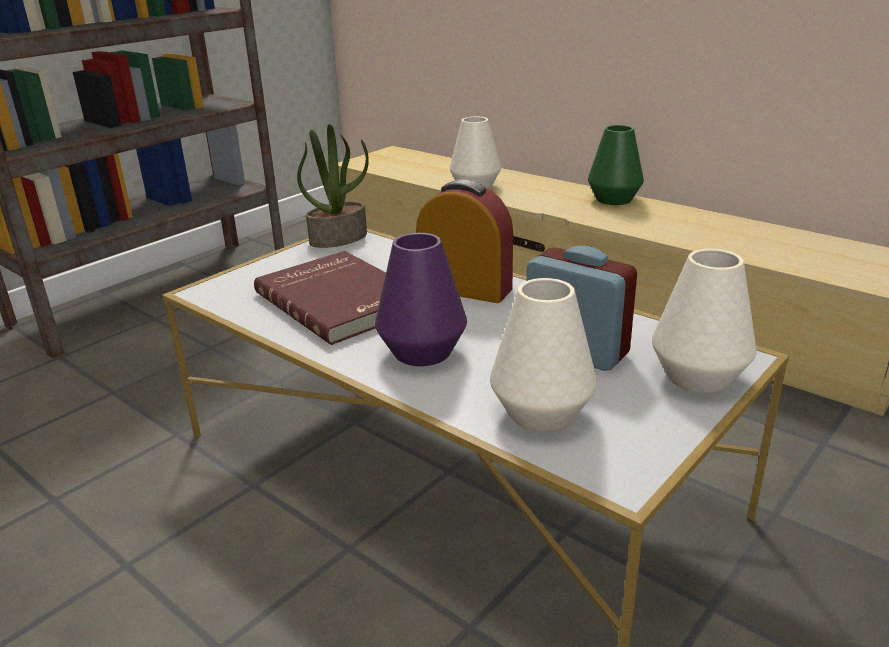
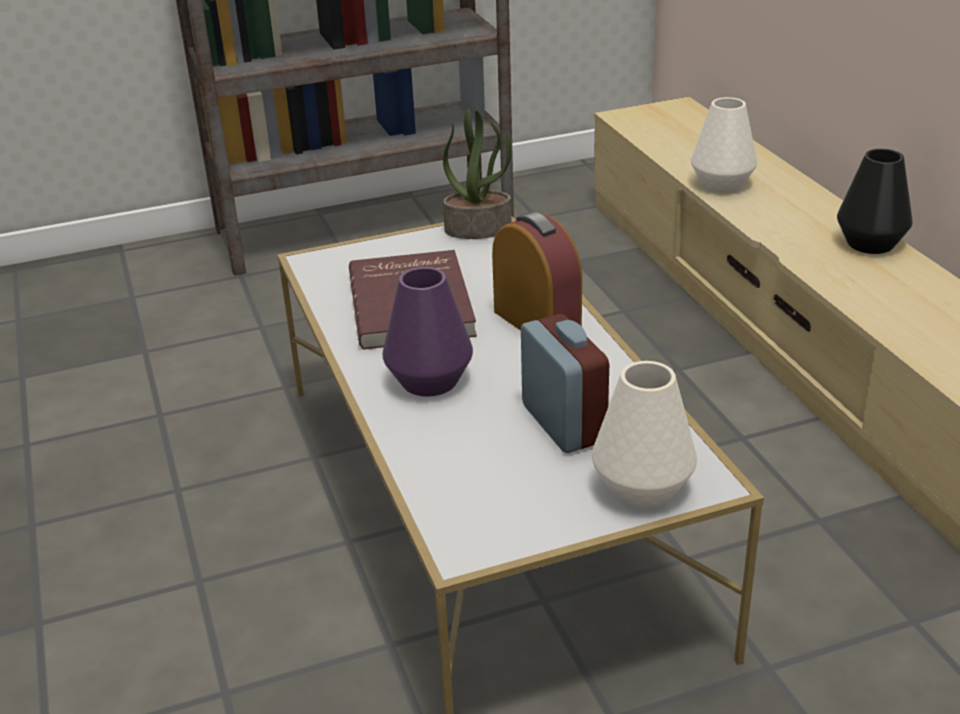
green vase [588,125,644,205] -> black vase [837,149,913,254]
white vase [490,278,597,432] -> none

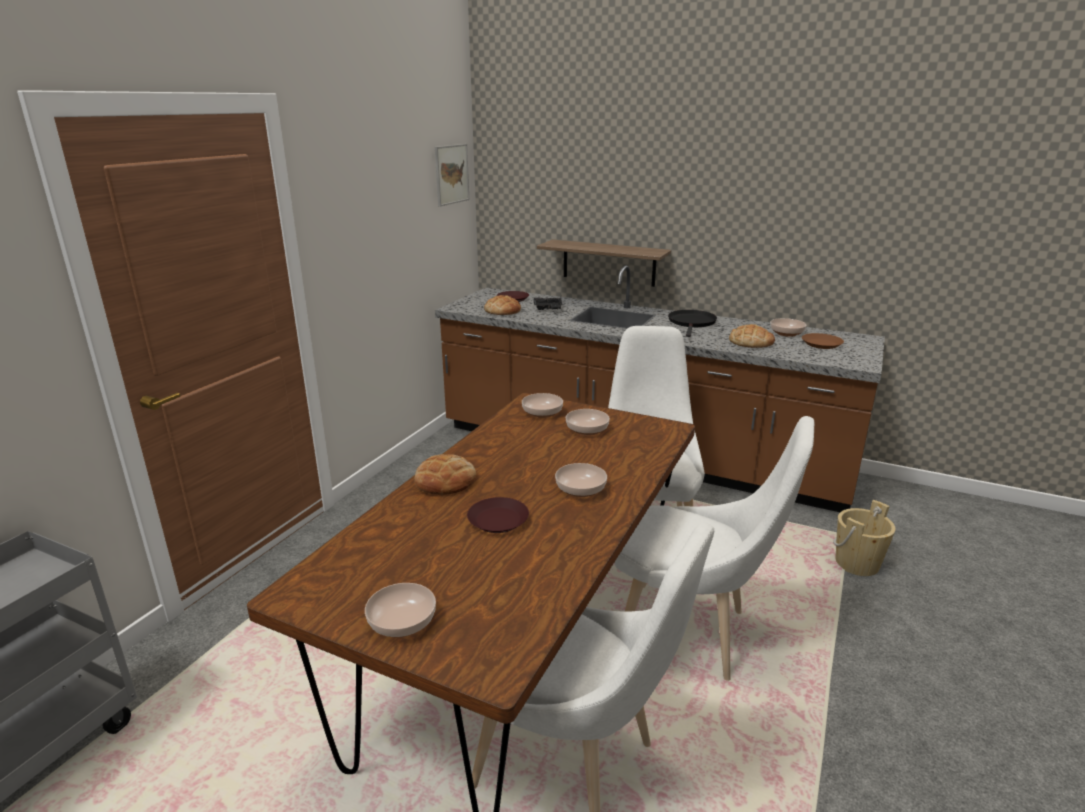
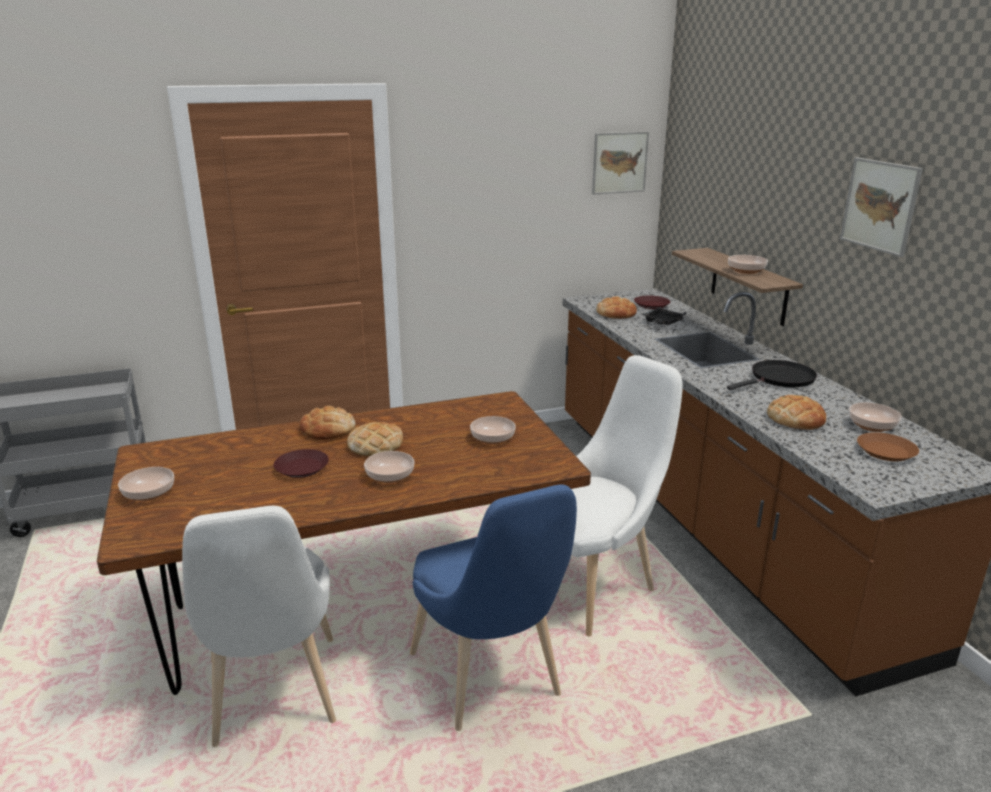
none -> bread [347,422,403,456]
white chair [615,416,814,681] -> blue chair [410,485,577,731]
bowl [522,393,563,418] -> bowl [728,255,768,274], move
none -> picture [840,157,923,257]
beige bucket [833,500,896,576] -> none

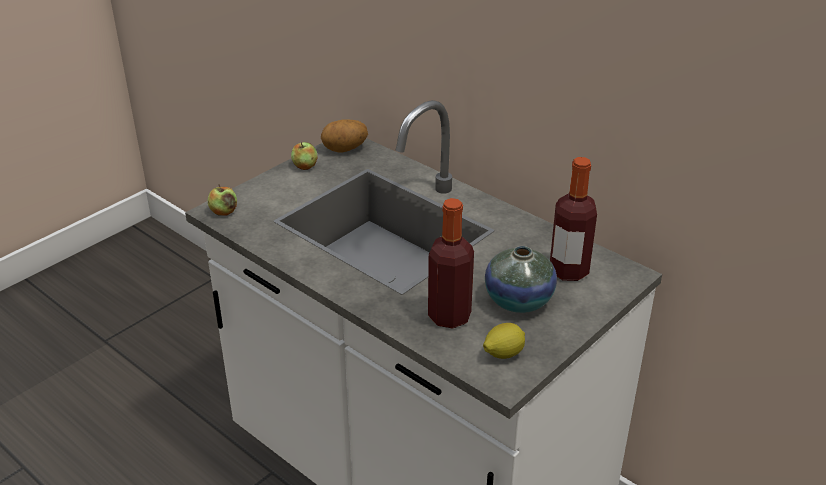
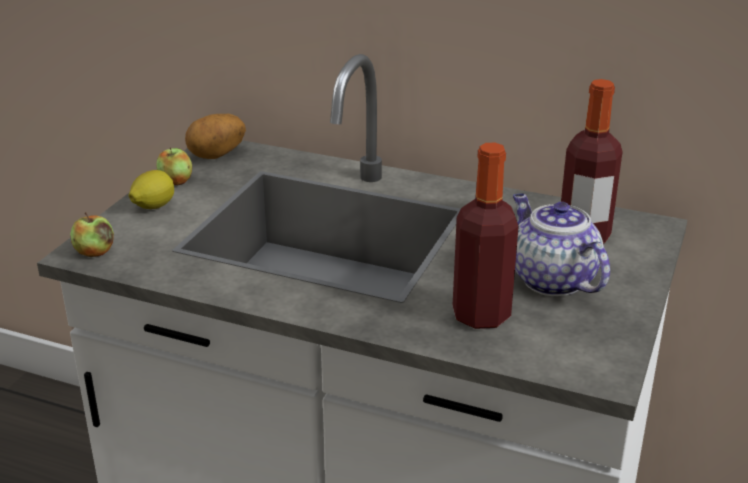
lemon [483,323,525,359] -> lemon [129,170,174,209], move
vase [485,246,557,313] -> teapot [513,193,610,296]

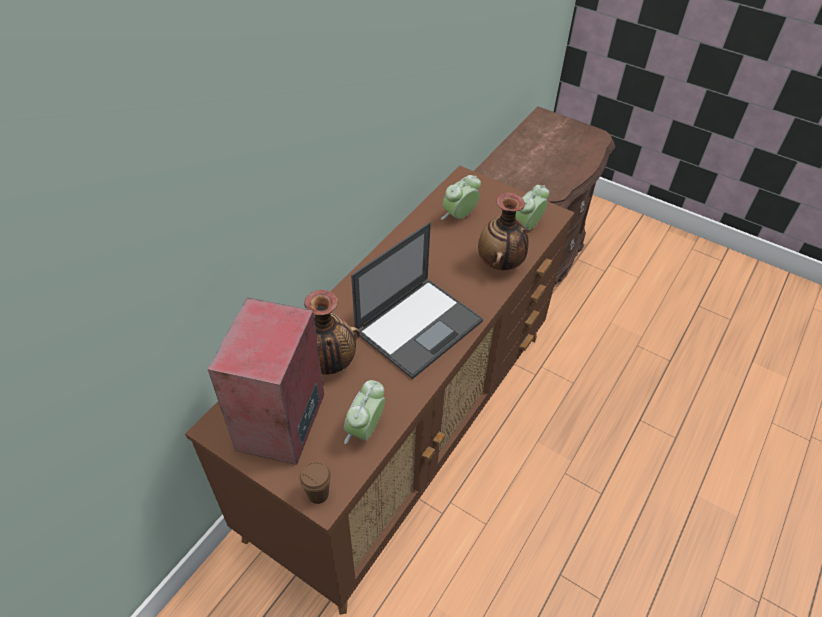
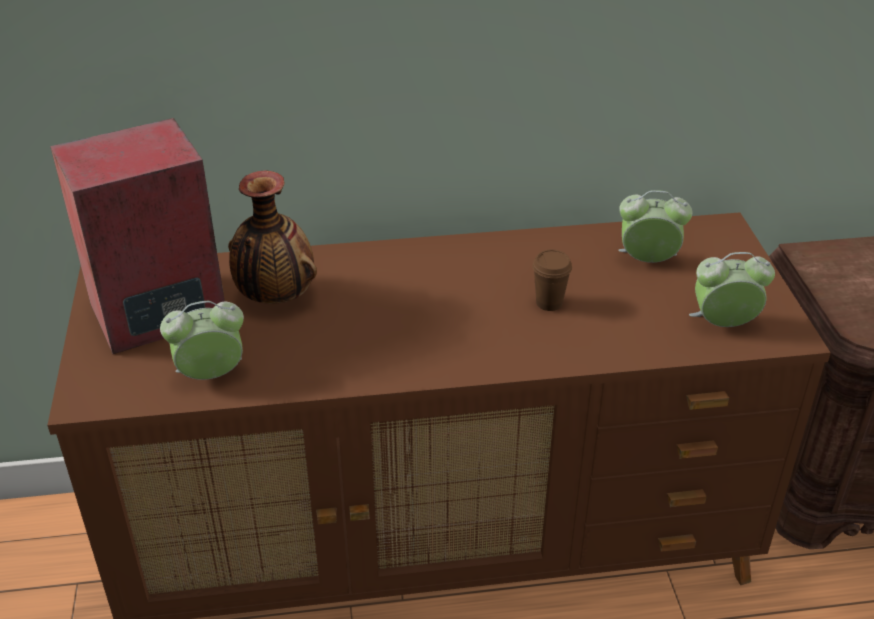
brown cup [299,461,331,504] -> brown cup [532,250,572,311], move
laptop [351,222,483,379] -> none
vase [478,193,528,270] -> none

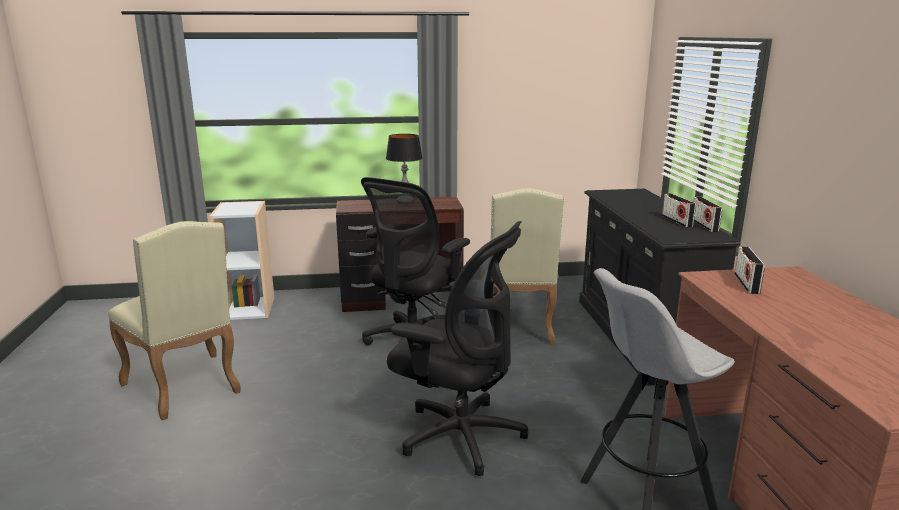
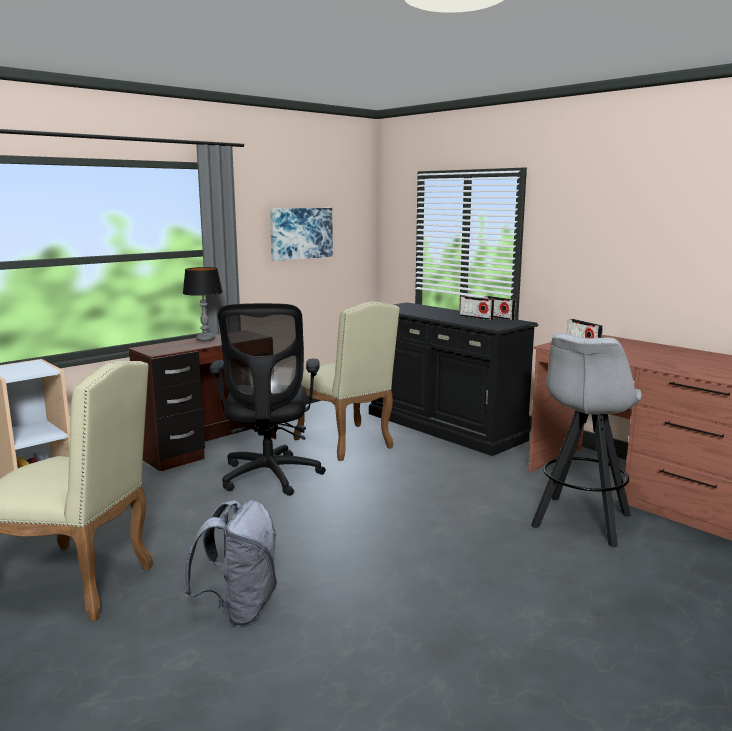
none -> grey backpack [184,500,277,626]
none -> picture [270,208,333,261]
black office chair [387,221,528,476] -> none

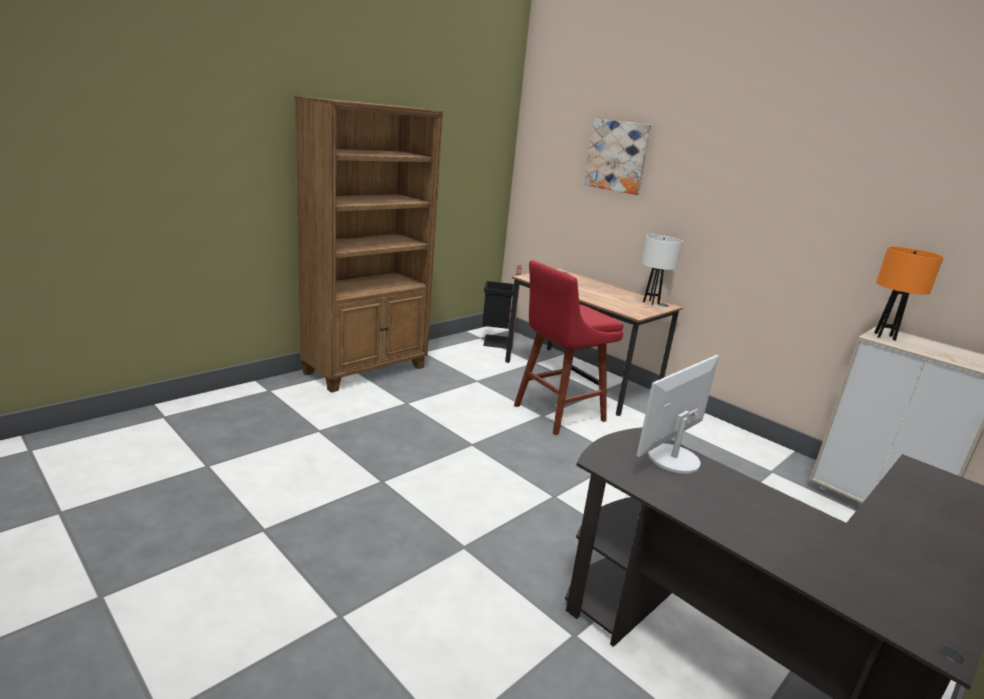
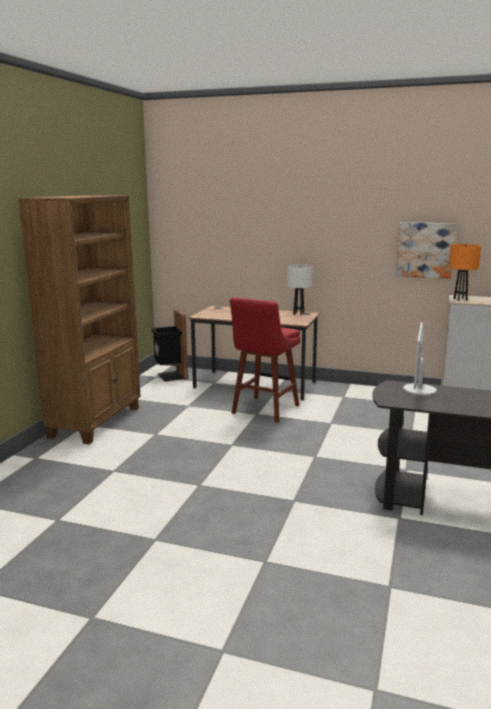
picture [584,119,652,195] -> picture [396,222,456,279], move

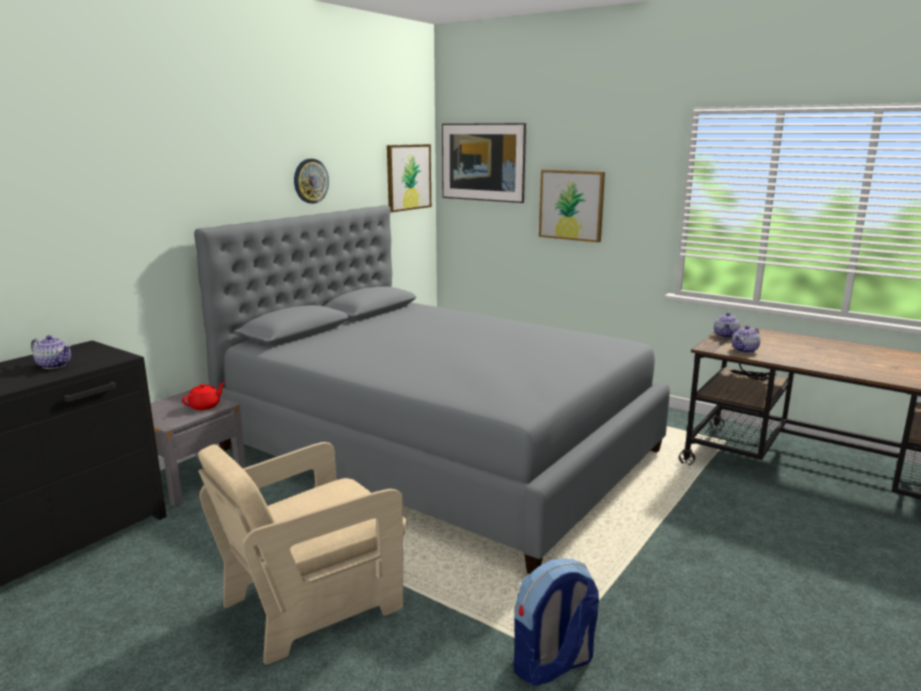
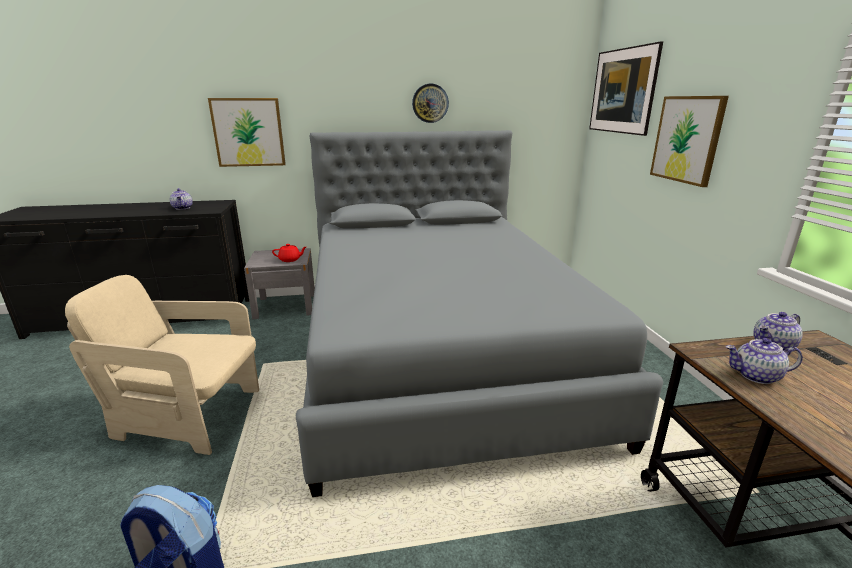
picture [387,144,431,212] -> picture [208,98,286,167], move

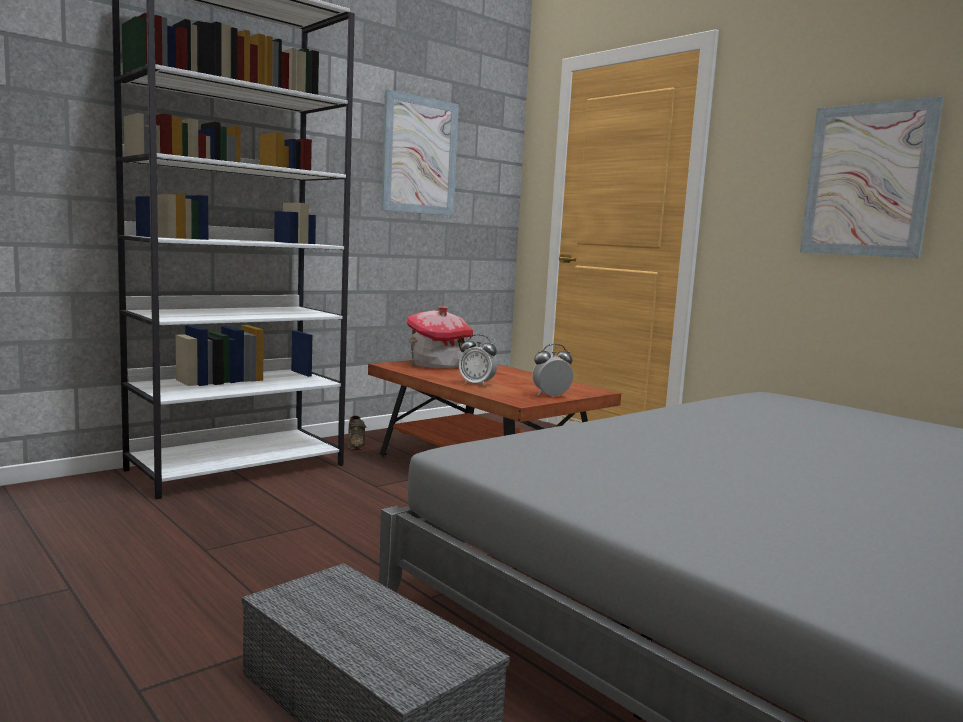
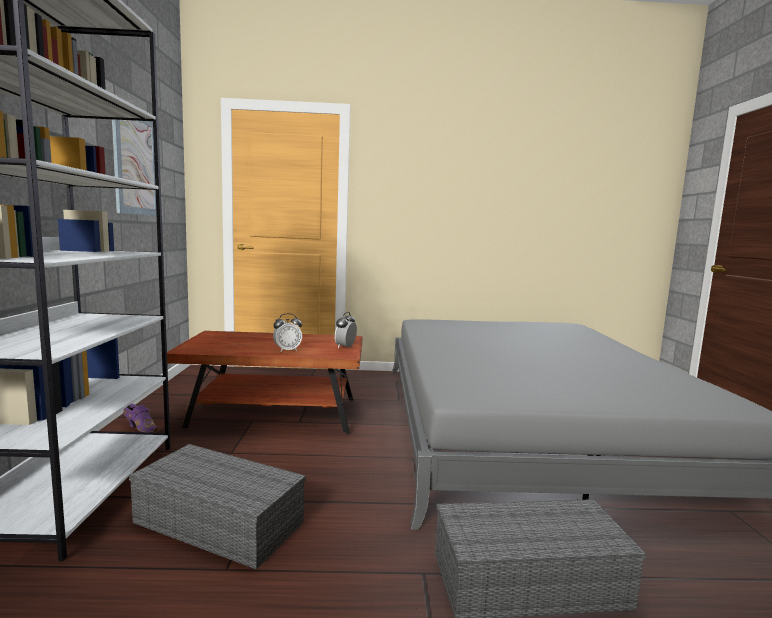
brown shoe [348,415,366,450] -> purple shoe [123,403,158,433]
none -> grey storage box [129,444,306,570]
toy house [406,306,473,368] -> none
picture [800,96,944,258] -> none

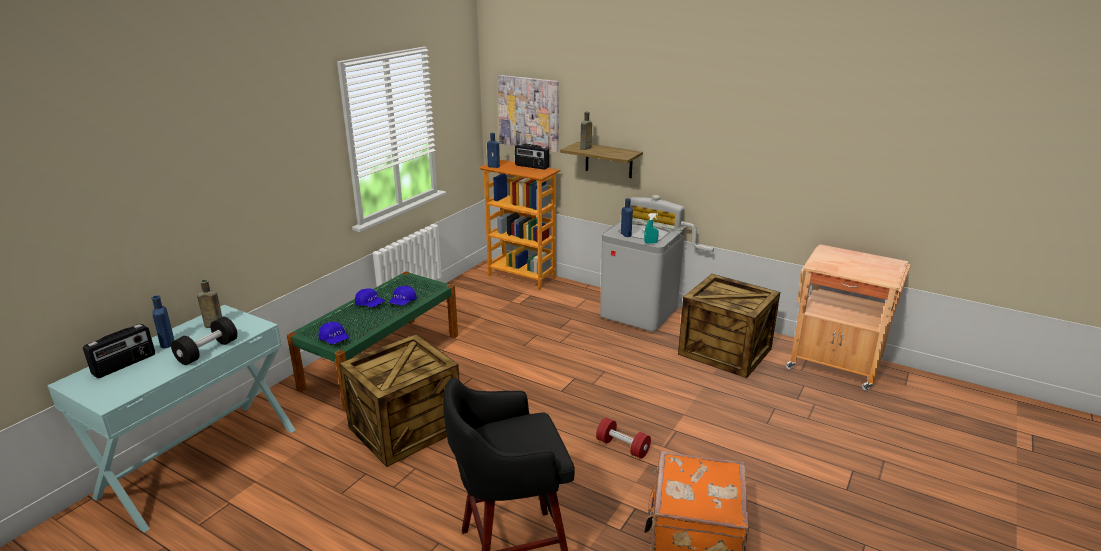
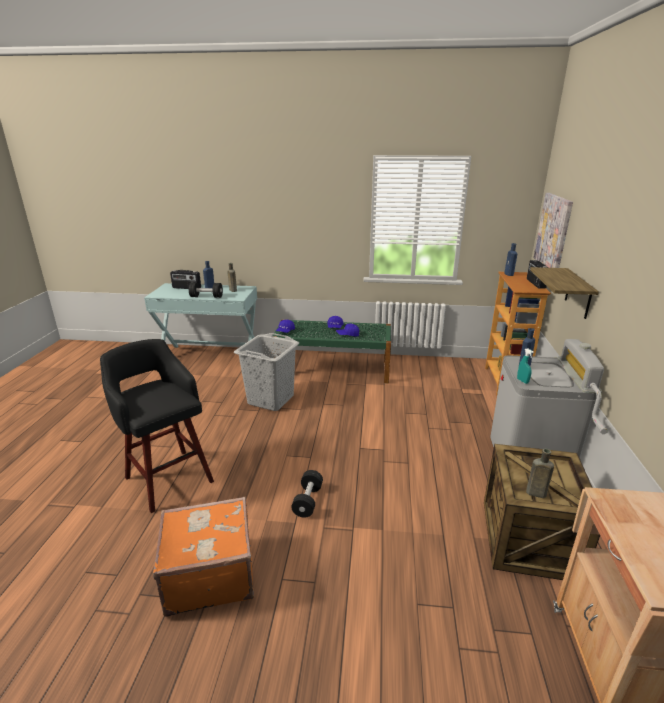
crate [339,334,459,467] -> grey laundry basket [234,333,299,411]
red dumbbell [596,418,651,459] -> black dumbbell [291,470,323,518]
brown bottle [580,112,592,150] -> brown bottle [526,449,554,498], move

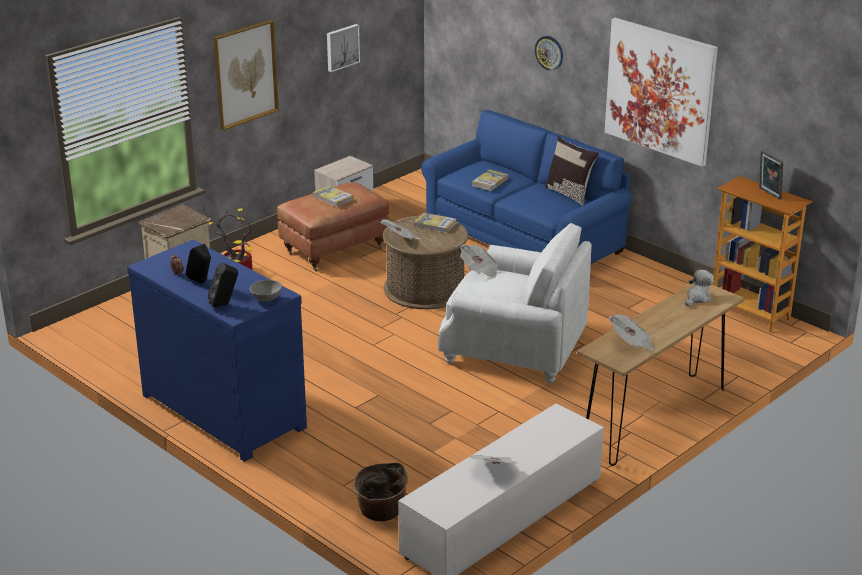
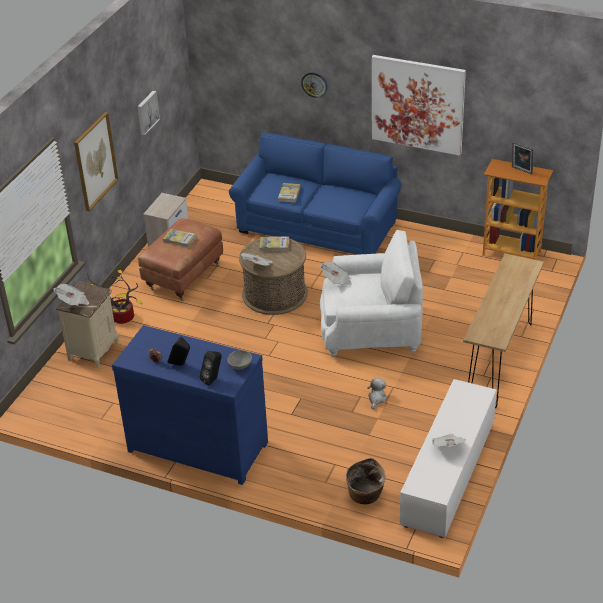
newspaper [609,315,654,351] -> newspaper [53,284,90,306], move
plush toy [685,270,714,306] -> plush toy [367,378,387,409], move
pillow [545,136,599,206] -> none

